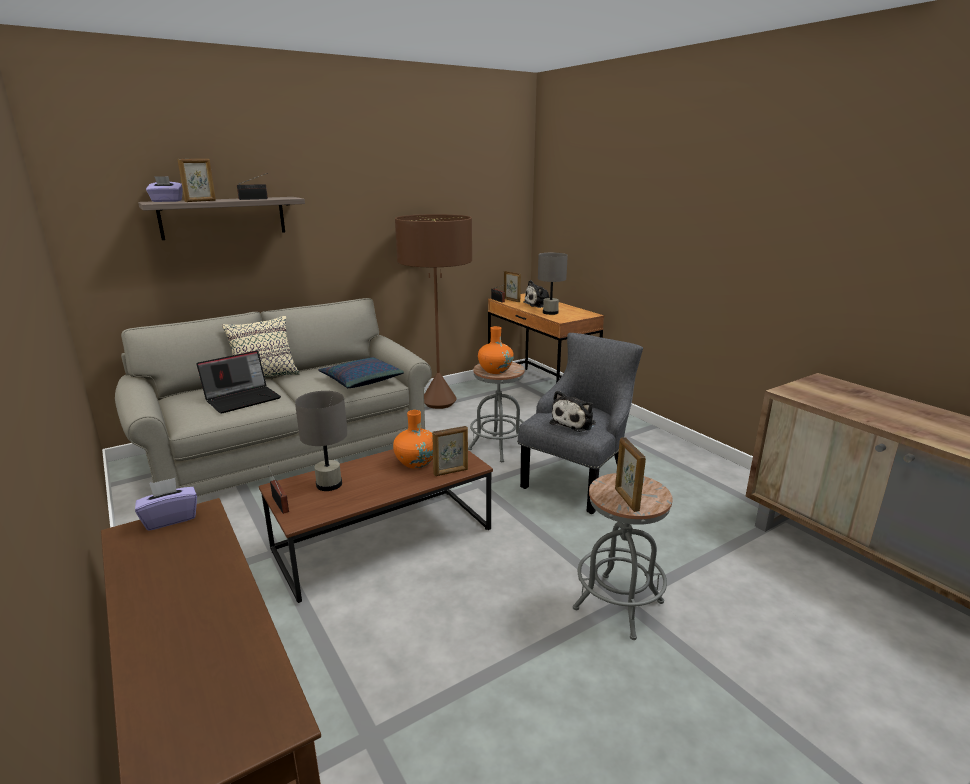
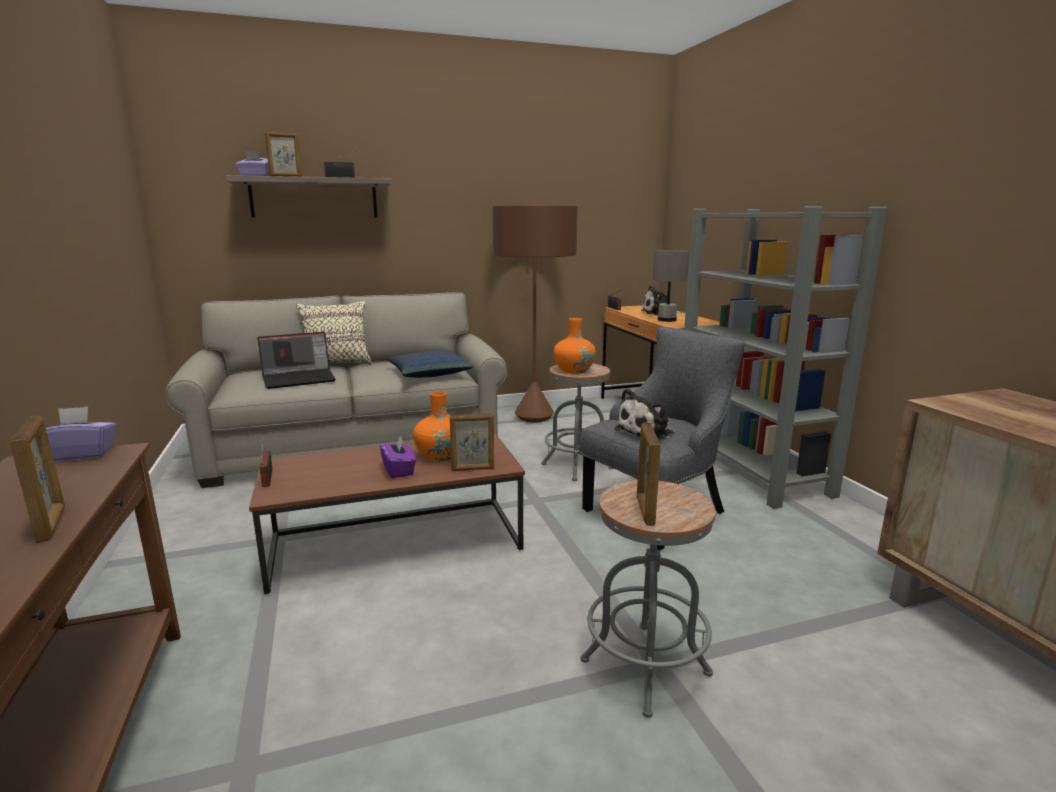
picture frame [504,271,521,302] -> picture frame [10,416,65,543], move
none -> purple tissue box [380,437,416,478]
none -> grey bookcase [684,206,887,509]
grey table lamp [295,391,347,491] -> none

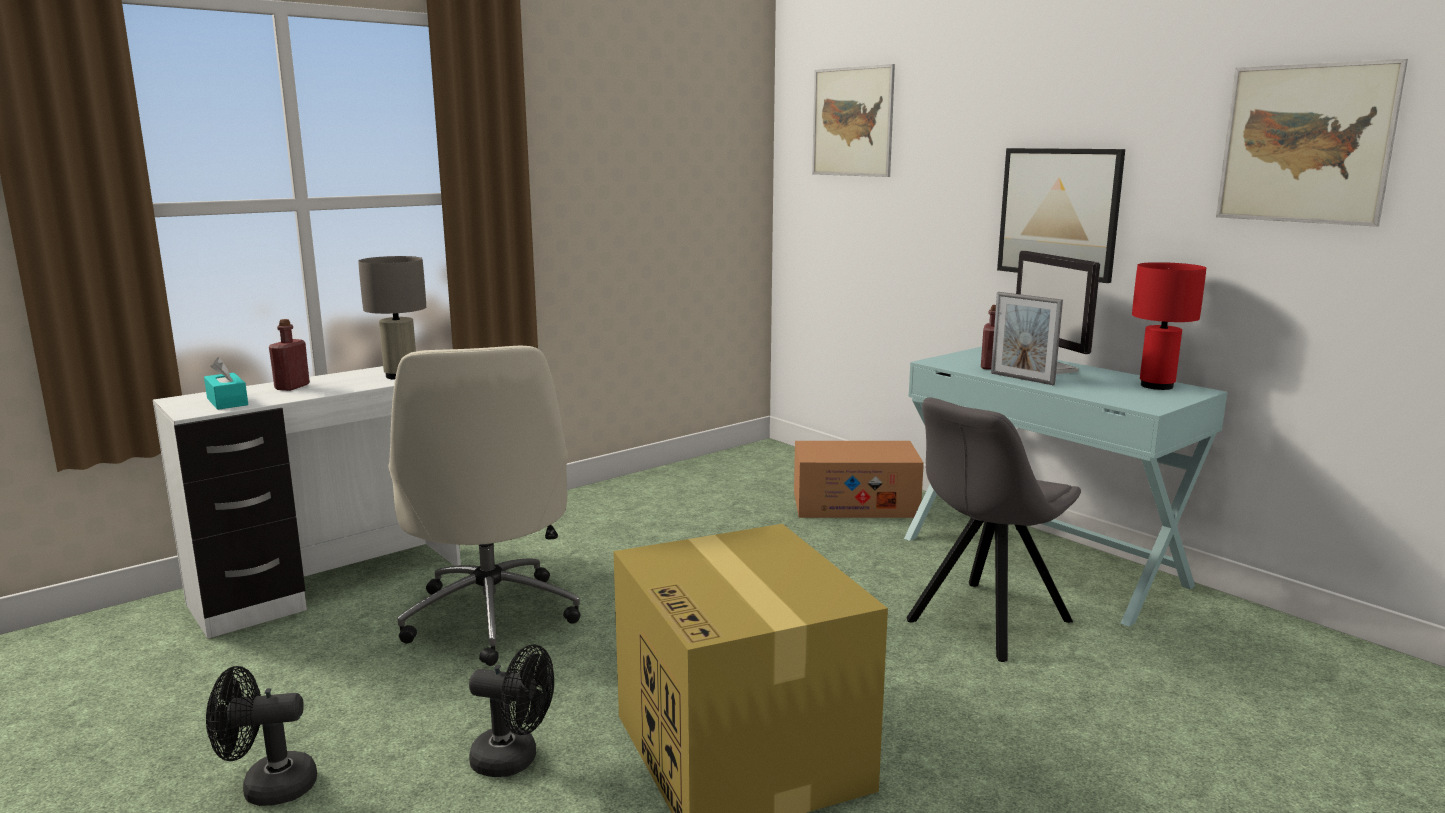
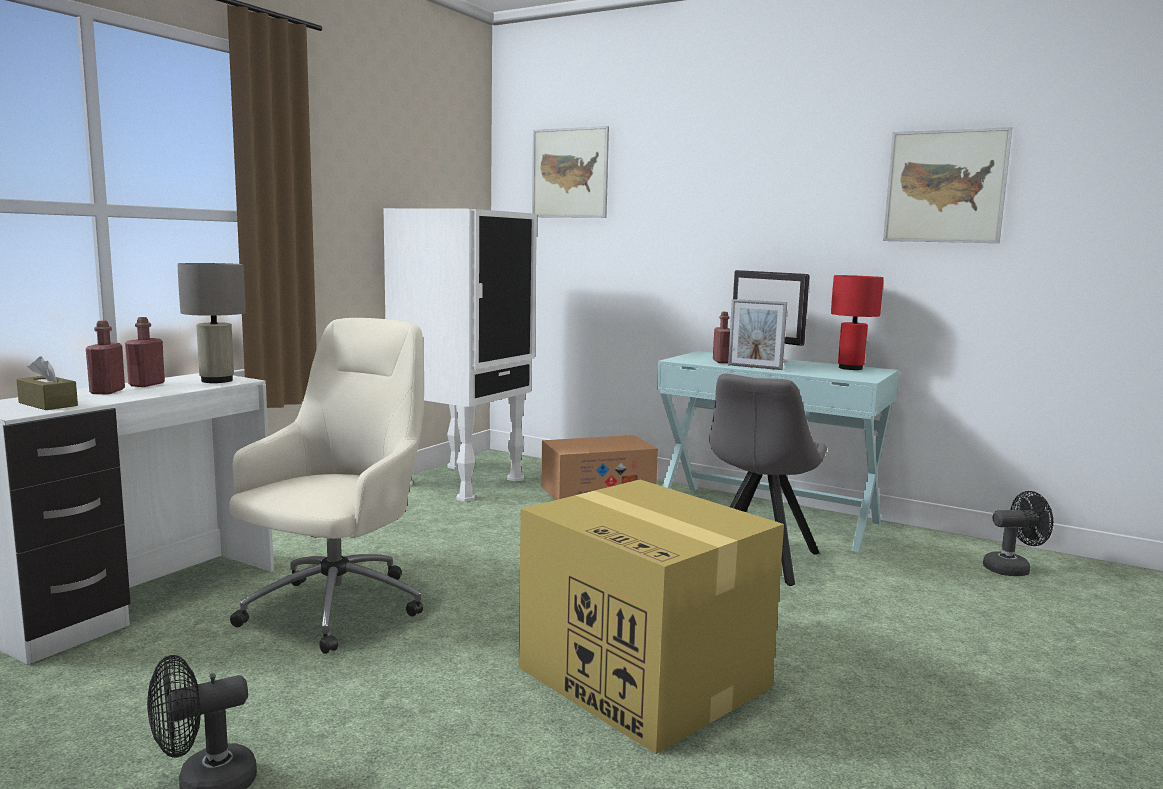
turquoise tissue box [204,357,248,410] -> brown tissue box [16,356,78,410]
none -> red bottle [125,317,165,387]
beige office chair [389,346,581,666] -> beige office chair [229,318,424,654], 120 degrees counterclockwise
none -> white cabinet [384,208,537,501]
black fan [469,645,554,777] -> black fan [983,491,1053,576], move
picture [997,148,1125,283] -> none

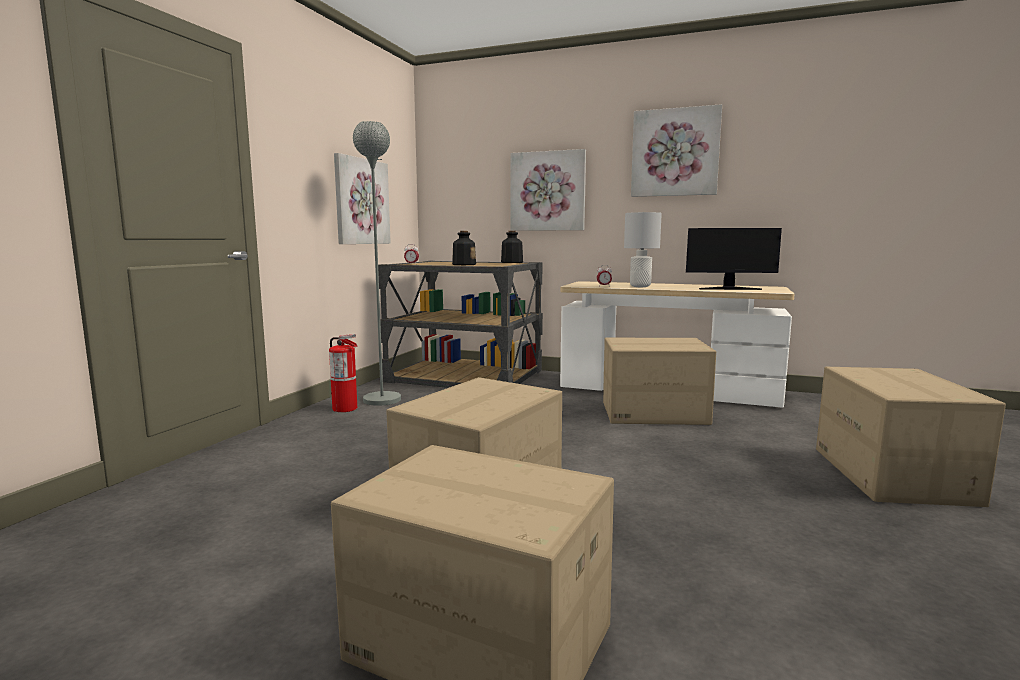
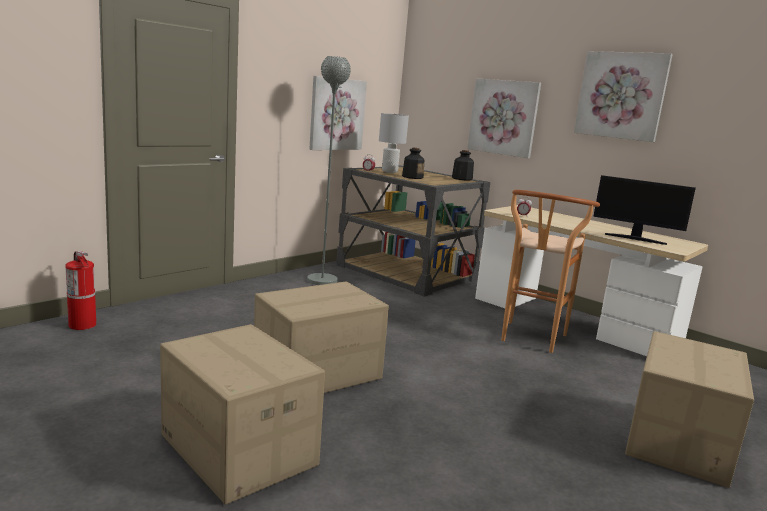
fire extinguisher [329,334,358,412] -> fire extinguisher [65,251,96,330], move
grey table lamp [624,212,662,287] -> grey table lamp [379,113,409,173], move
cardboard box [603,338,716,425] -> brown stool [501,190,600,353]

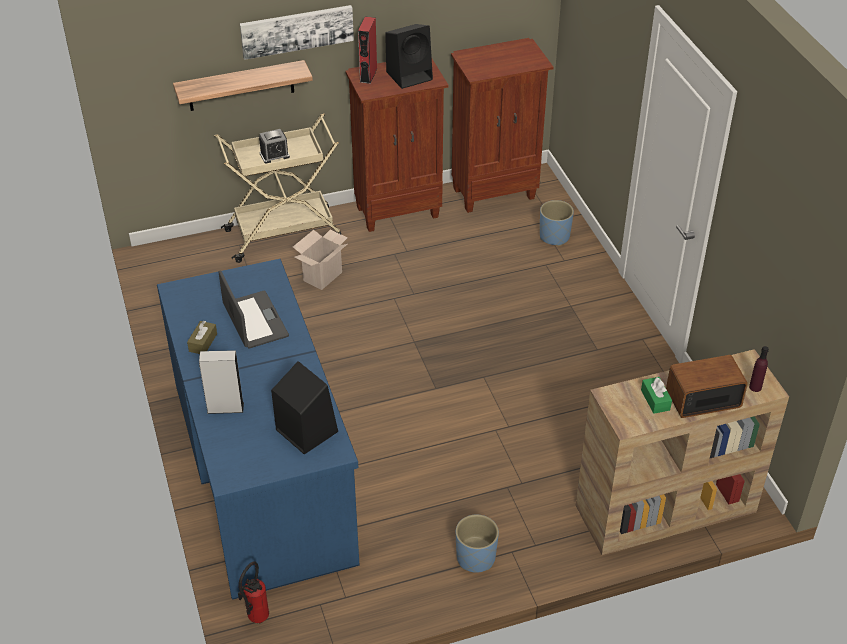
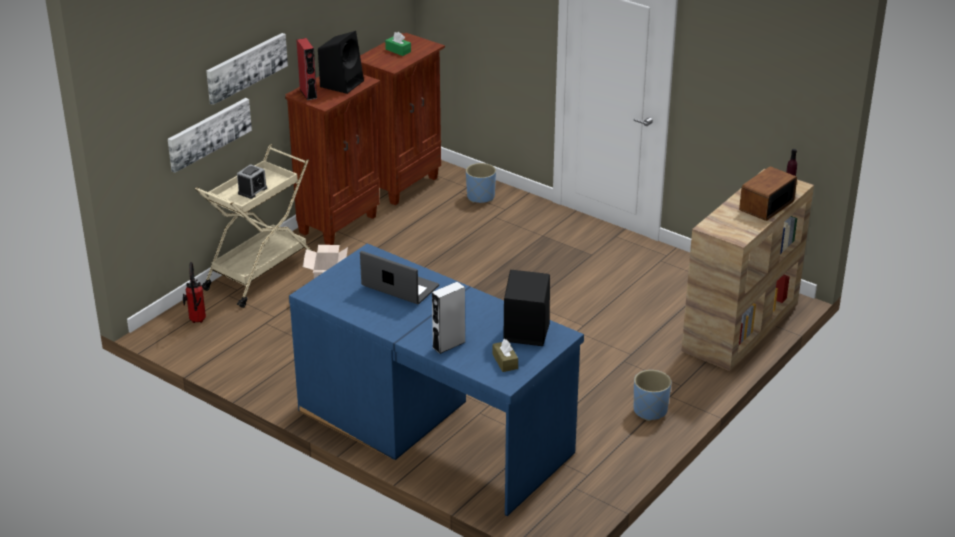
shelf [173,60,313,111] -> picture [168,98,252,173]
fire extinguisher [238,561,269,624] -> fire extinguisher [183,262,206,323], move
green tissue box [641,377,672,414] -> green tissue box [385,32,411,56], move
brown tissue box [187,321,217,354] -> brown tissue box [493,339,518,372], move

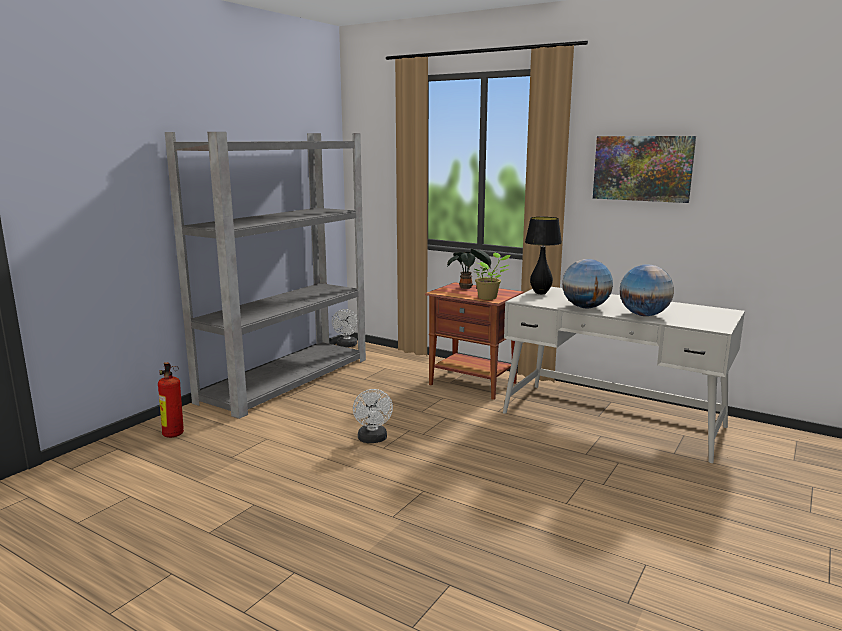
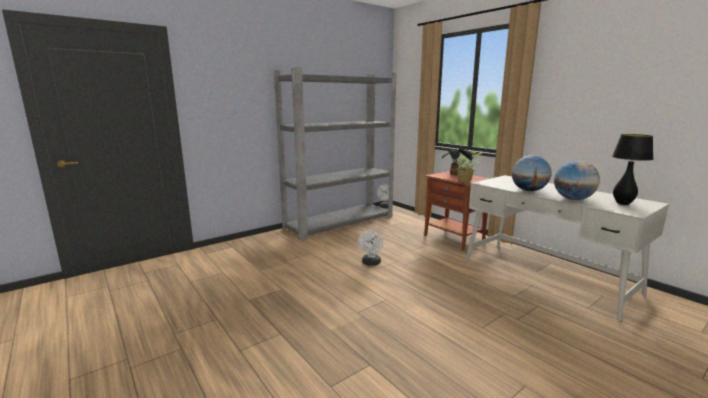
black table lamp [525,217,562,294] -> black table lamp [612,134,653,205], move
fire extinguisher [158,362,184,438] -> none
picture [593,136,696,203] -> none

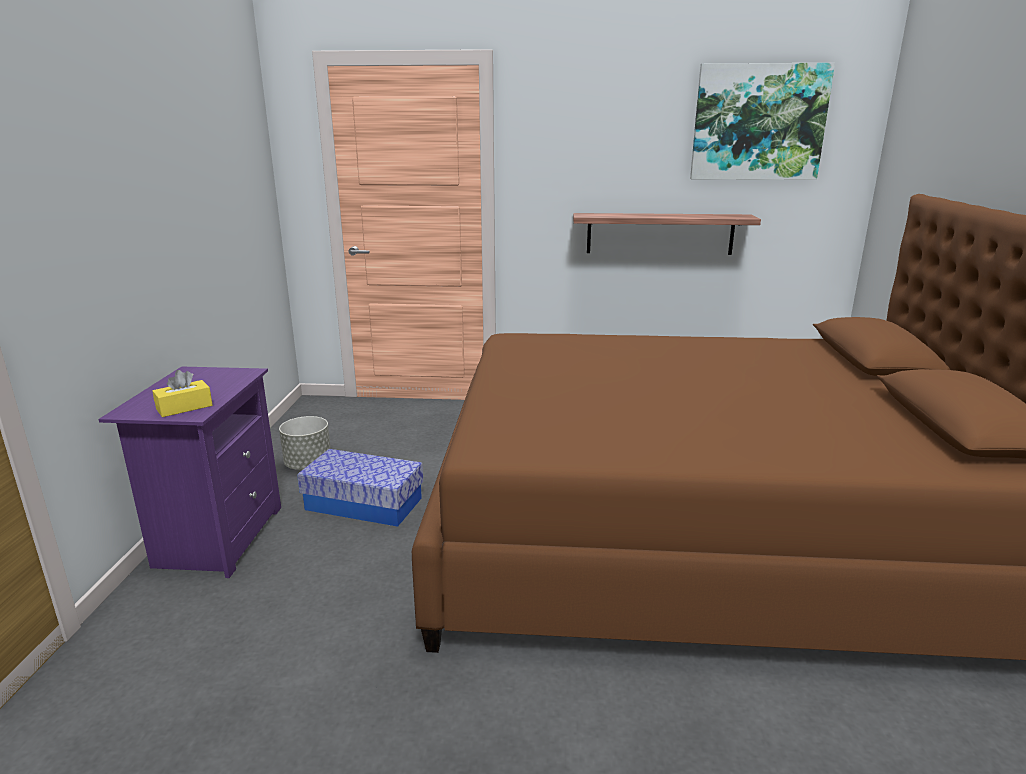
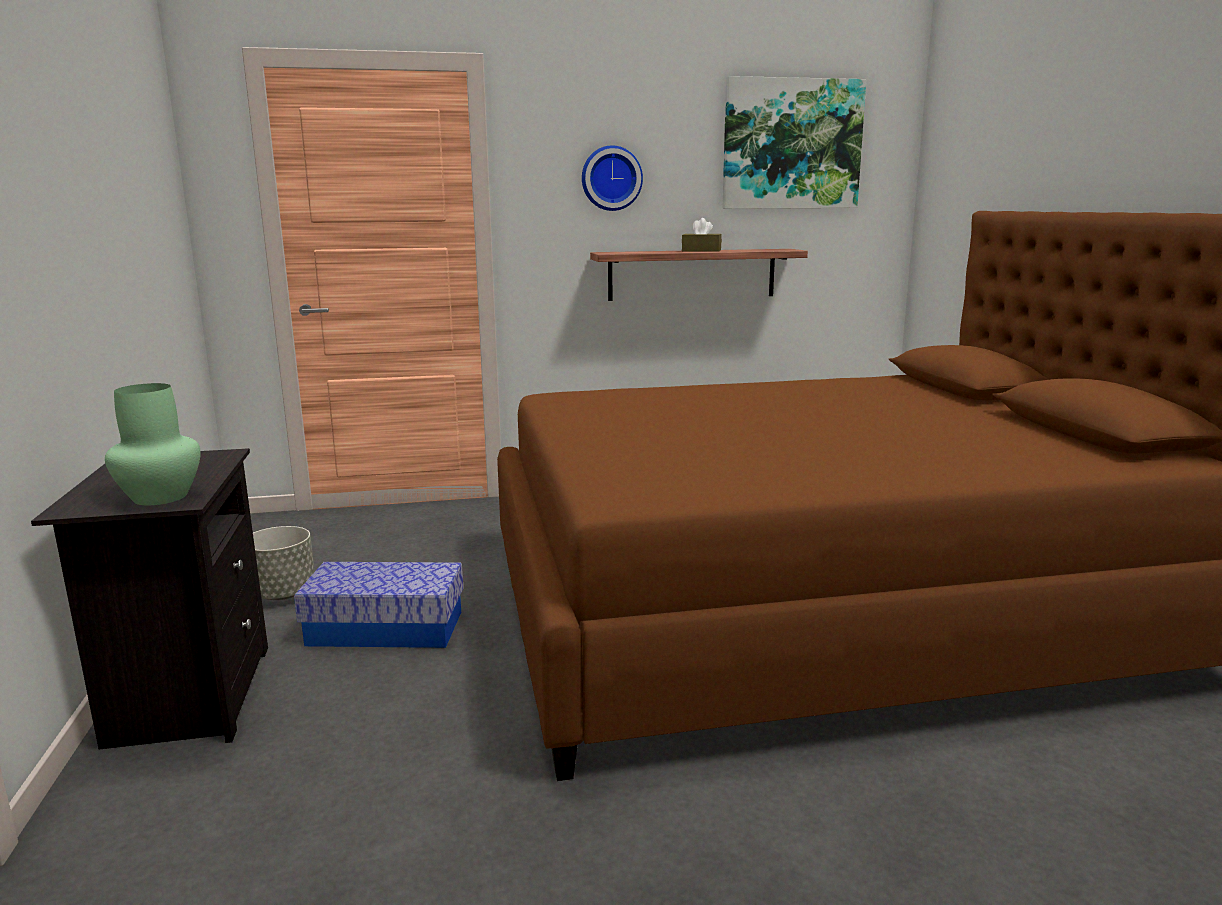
purple nightstand [98,367,281,578] -> black nightstand [31,448,268,749]
yellow tissue box [152,370,213,417] -> green vase [105,383,201,505]
none -> wall clock [582,145,643,211]
none -> brown tissue box [682,218,722,252]

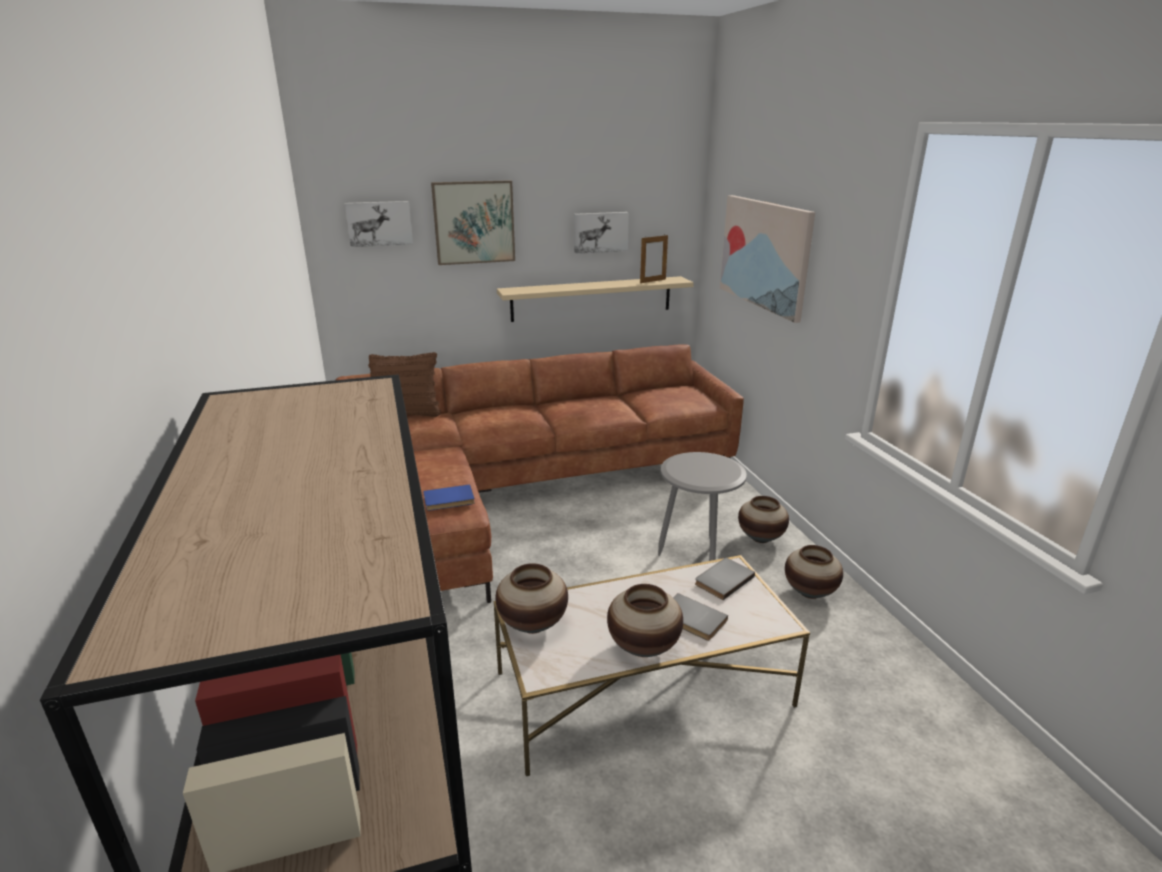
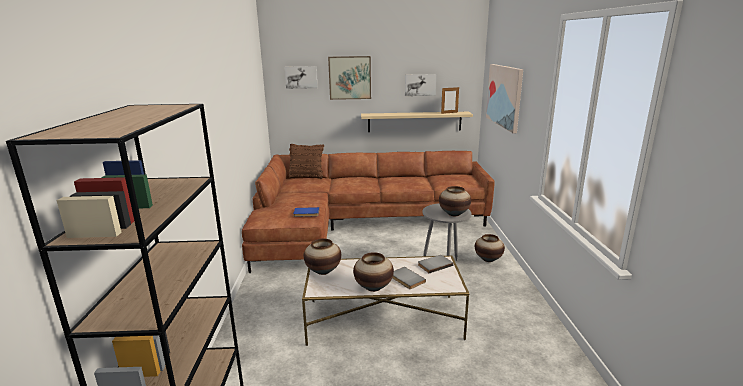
vase [785,545,843,599] -> vase [439,186,471,216], move

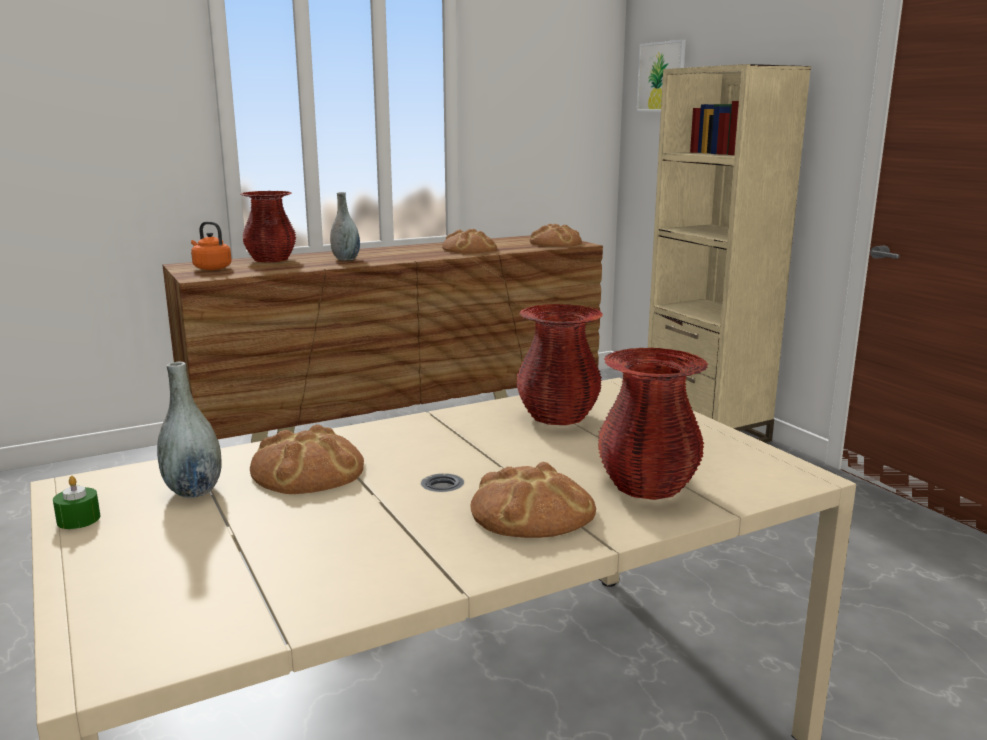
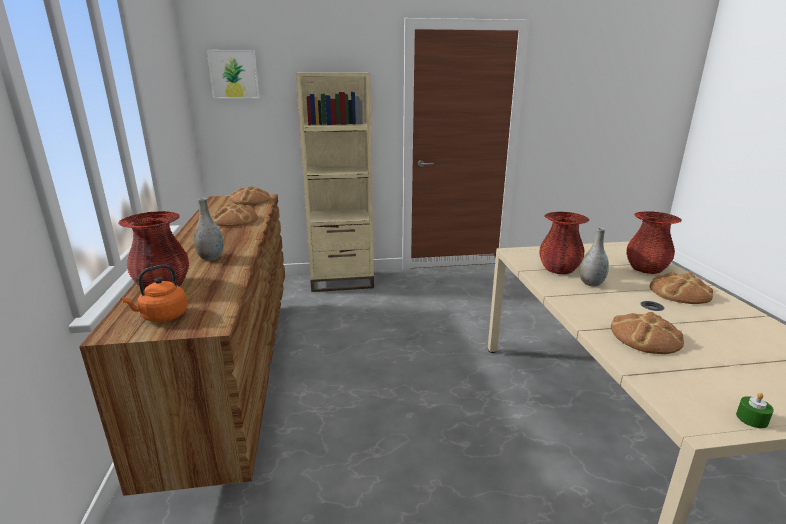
grey vase [157,362,222,498] -> grey vase [580,228,609,286], move

